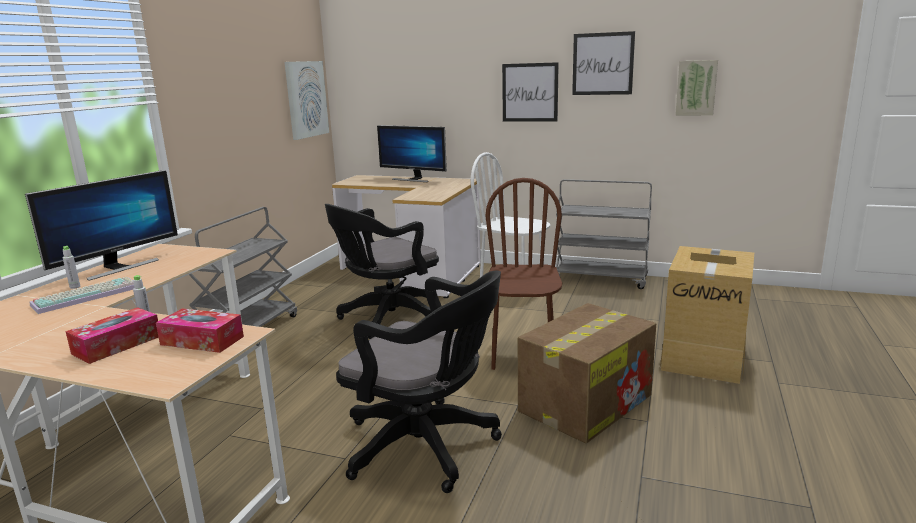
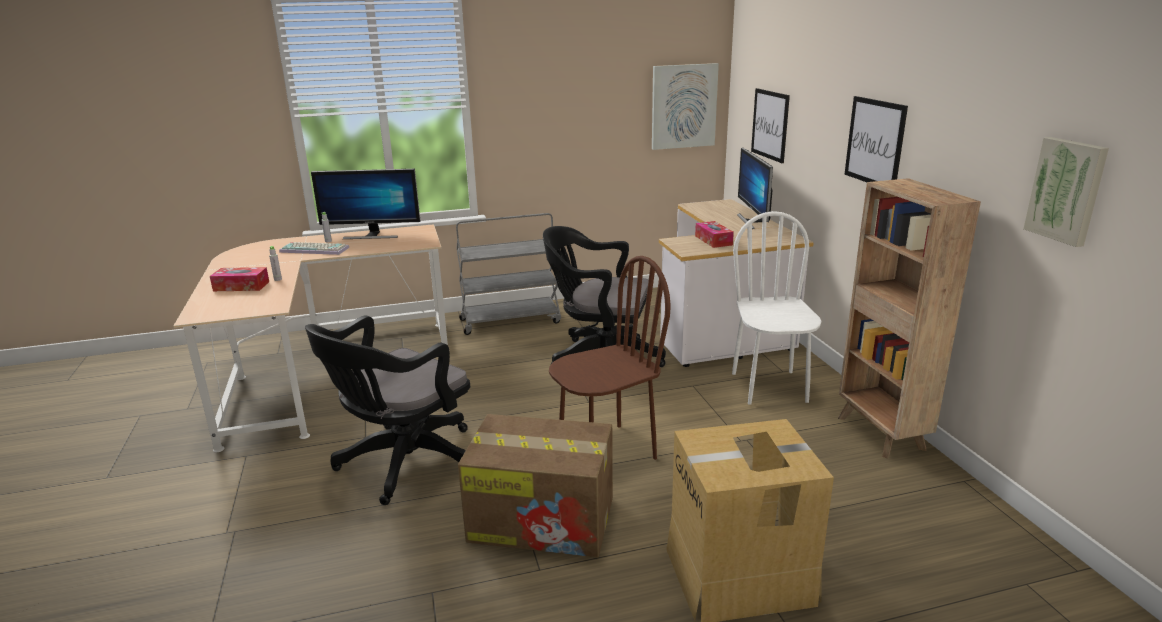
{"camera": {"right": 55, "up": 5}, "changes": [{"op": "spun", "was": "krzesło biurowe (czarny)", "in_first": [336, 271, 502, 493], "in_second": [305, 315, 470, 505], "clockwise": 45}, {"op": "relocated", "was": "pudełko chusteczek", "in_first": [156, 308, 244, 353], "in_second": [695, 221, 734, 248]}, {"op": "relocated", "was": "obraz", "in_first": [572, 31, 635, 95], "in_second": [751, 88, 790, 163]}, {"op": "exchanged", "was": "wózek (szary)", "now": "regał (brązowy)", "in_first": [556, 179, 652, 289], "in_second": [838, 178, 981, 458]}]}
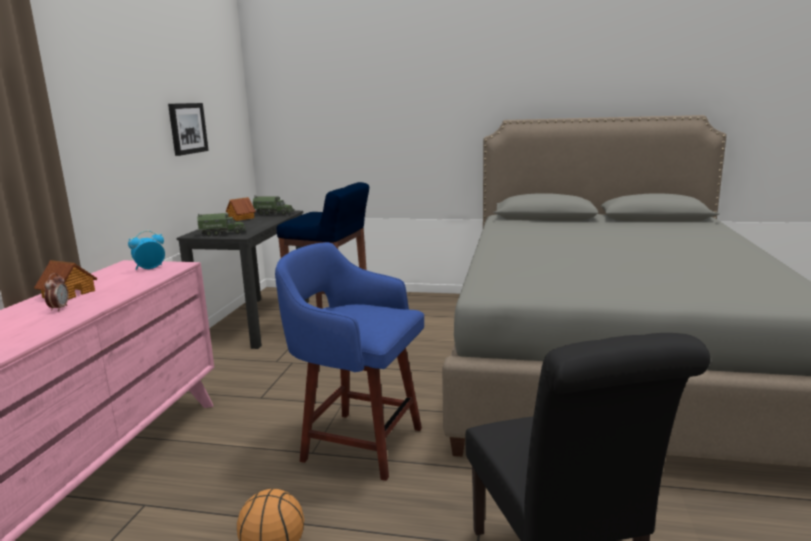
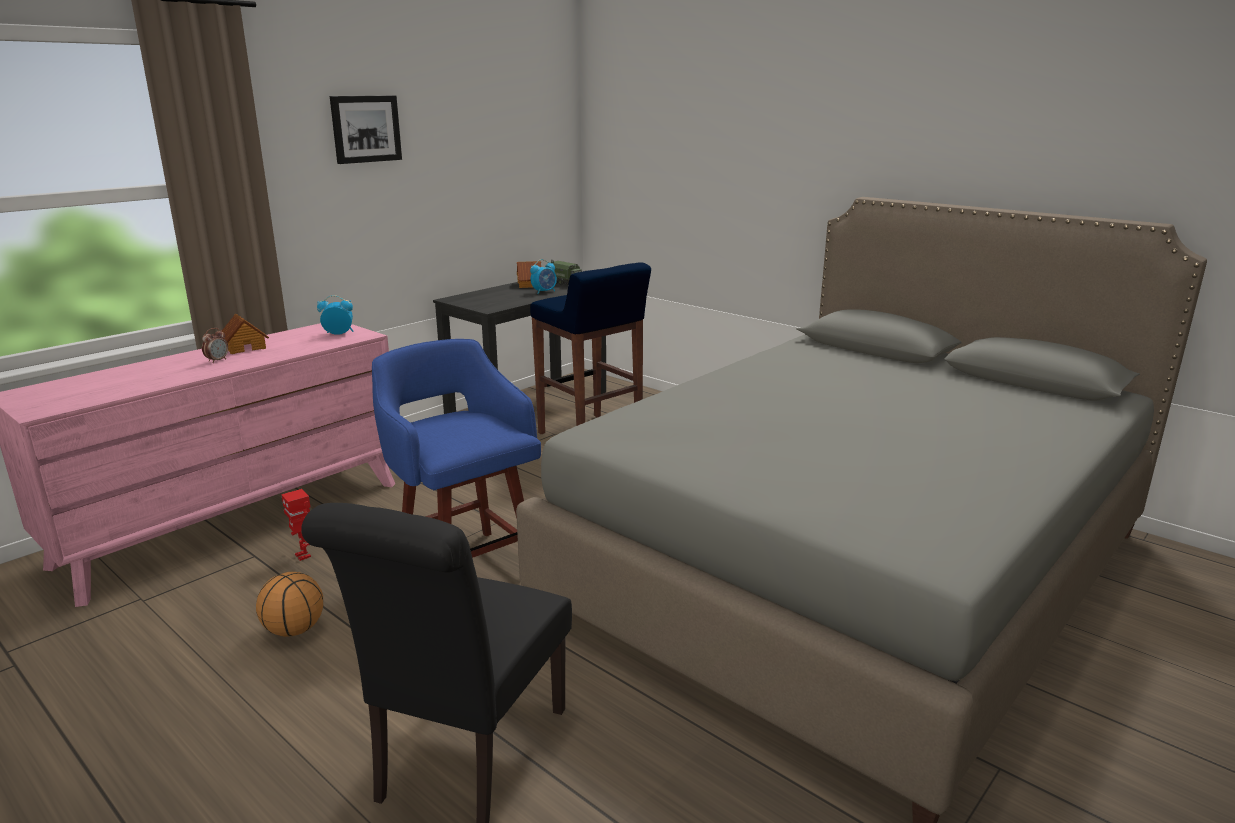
{"camera": {"right": 30, "up": 5}, "changes": [{"op": "appeared", "now": "robot zabawkowy", "in_second": [281, 489, 311, 561]}, {"op": "relocated", "was": "obraz", "in_first": [168, 103, 209, 156], "in_second": [330, 96, 402, 164]}, {"op": "appeared", "now": "budzik", "in_second": [530, 259, 557, 294]}, {"op": "missing", "was": "ciężarówka zabawkowa", "in_first": [197, 213, 246, 236]}]}
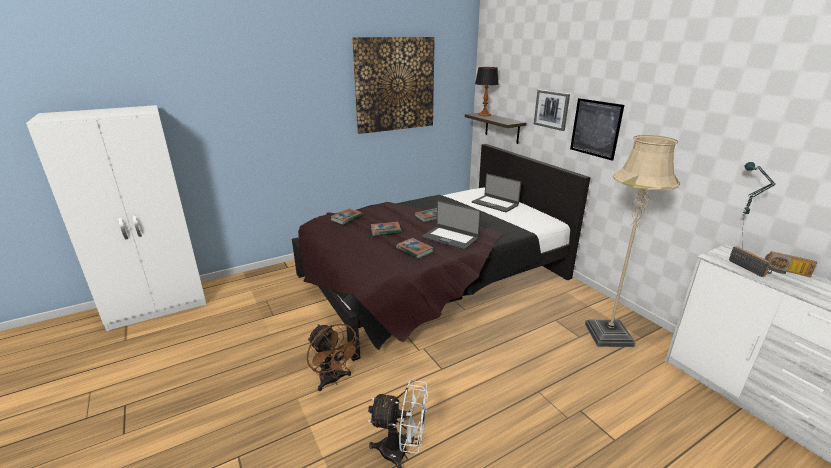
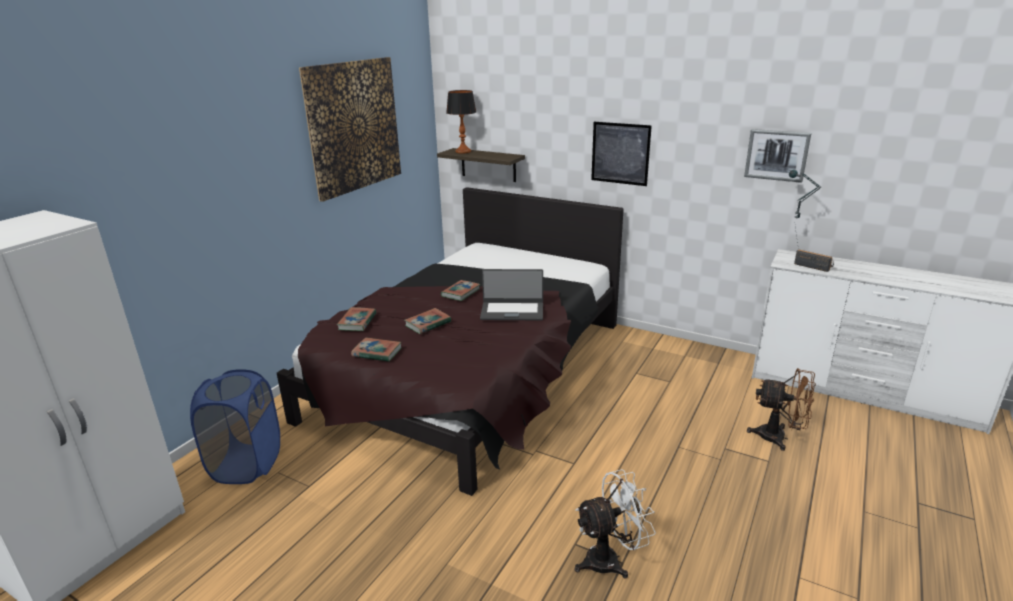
{"camera": {"right": -30, "up": 0}, "changes": [{"op": "appeared", "now": "kosz na pranie (niebieski)", "in_second": [190, 369, 280, 484]}, {"op": "relocated", "was": "książka", "in_first": [396, 238, 434, 259], "in_second": [351, 337, 402, 362]}, {"op": "relocated", "was": "obraz", "in_first": [534, 90, 570, 131], "in_second": [744, 129, 811, 183]}, {"op": "relocated", "was": "wentylator (brązowy)", "in_first": [307, 323, 362, 391], "in_second": [747, 368, 816, 451]}, {"op": "missing", "was": "laptop", "in_first": [472, 174, 521, 212]}, {"op": "missing", "was": "lampa stojąca (beżowy)", "in_first": [585, 135, 680, 347]}, {"op": "missing", "was": "radio", "in_first": [765, 251, 817, 277]}]}
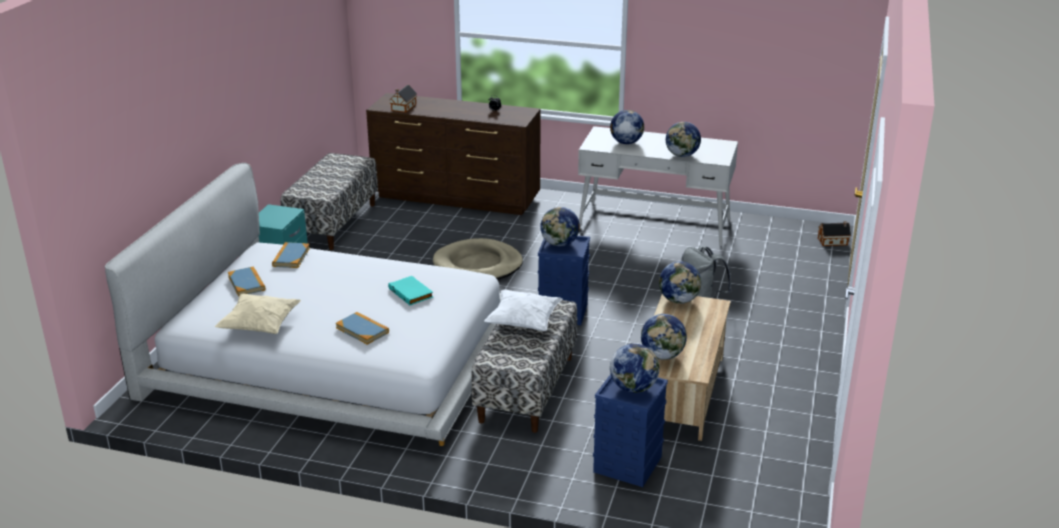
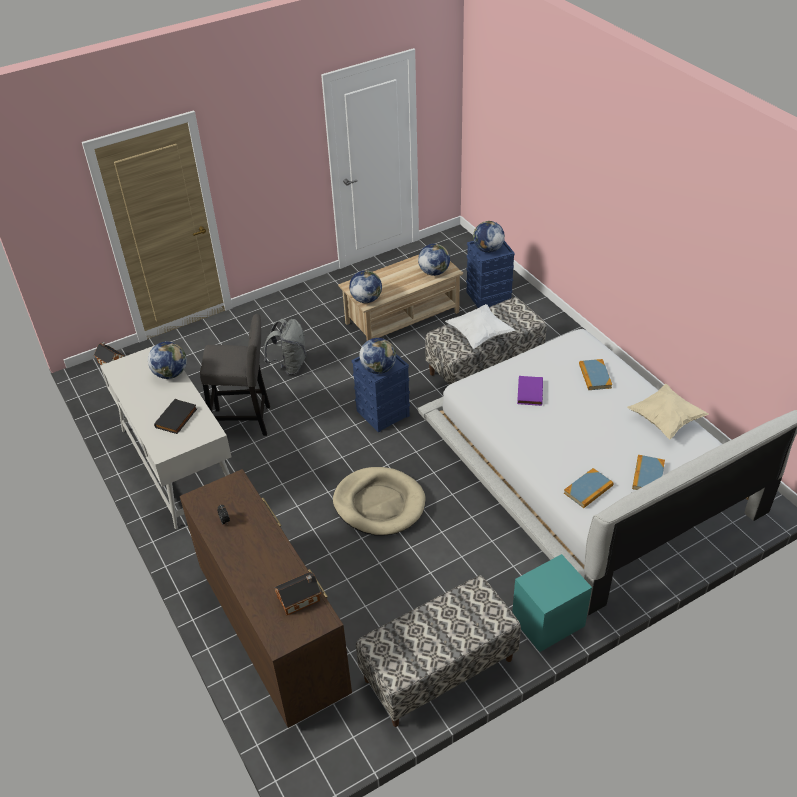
{"camera": {"right": -135, "up": 15}, "changes": [{"op": "exchanged", "was": "globus", "now": "książka (czarny)", "in_first": [610, 110, 644, 144], "in_second": [154, 399, 197, 434]}, {"op": "appeared", "now": "stołek (szary)", "in_second": [200, 314, 270, 436]}, {"op": "colour", "was": "książka (turkusowy)", "now": "książka (fioletowy)", "in_first": [388, 276, 433, 305], "in_second": [517, 376, 543, 406]}]}
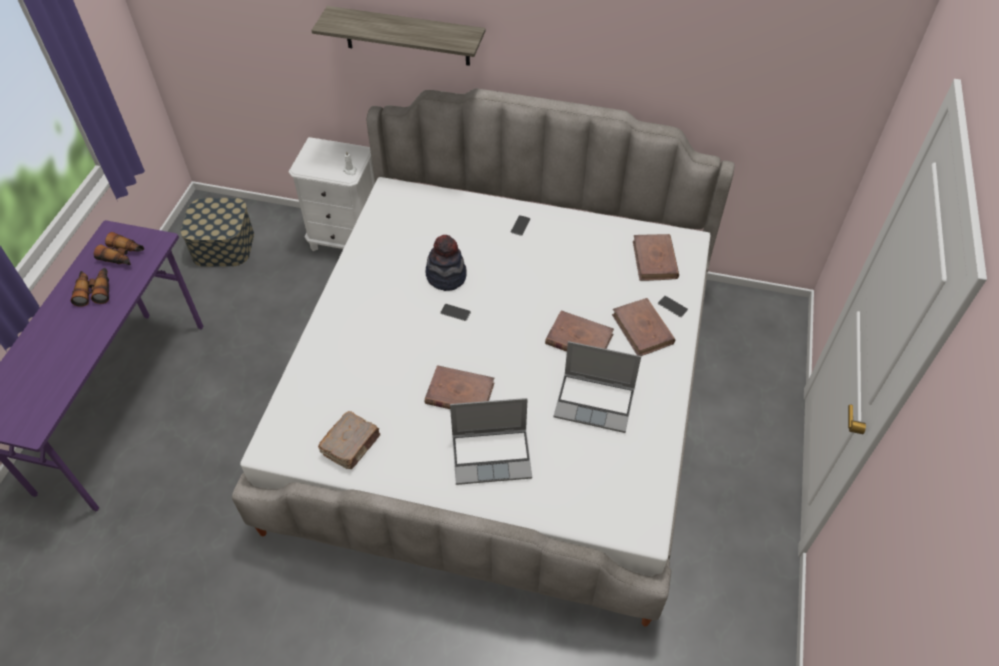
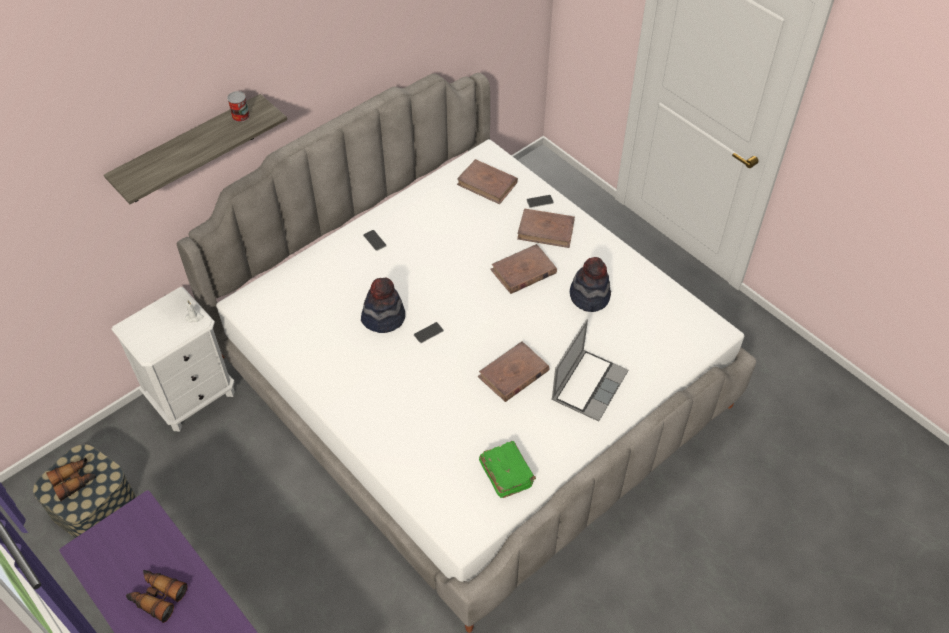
{"camera": {"right": -55, "up": 0}, "changes": [{"op": "relocated", "was": "lornetka", "in_first": [94, 232, 144, 265], "in_second": [46, 458, 96, 501]}, {"op": "appeared", "now": "puszka", "in_second": [227, 91, 250, 122]}, {"op": "colour", "was": "książka (brązowy)", "now": "książka (zielony)", "in_first": [318, 411, 380, 469], "in_second": [479, 441, 536, 498]}, {"op": "exchanged", "was": "laptop", "now": "kapelusz", "in_first": [554, 341, 641, 433], "in_second": [570, 257, 611, 312]}]}
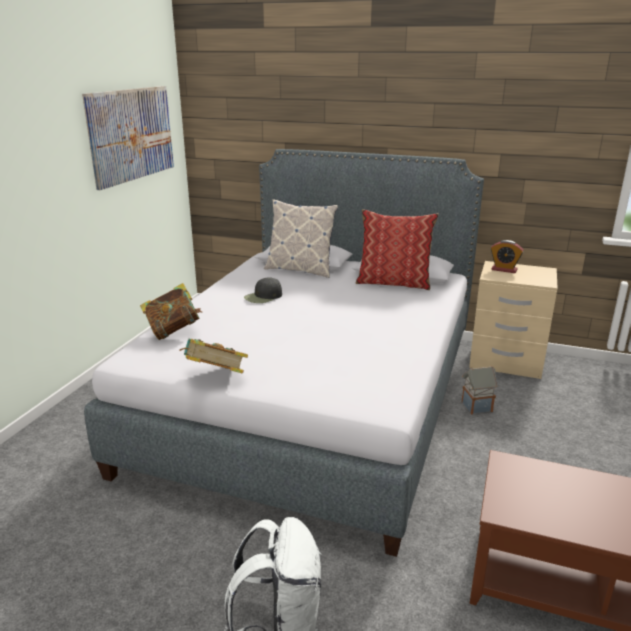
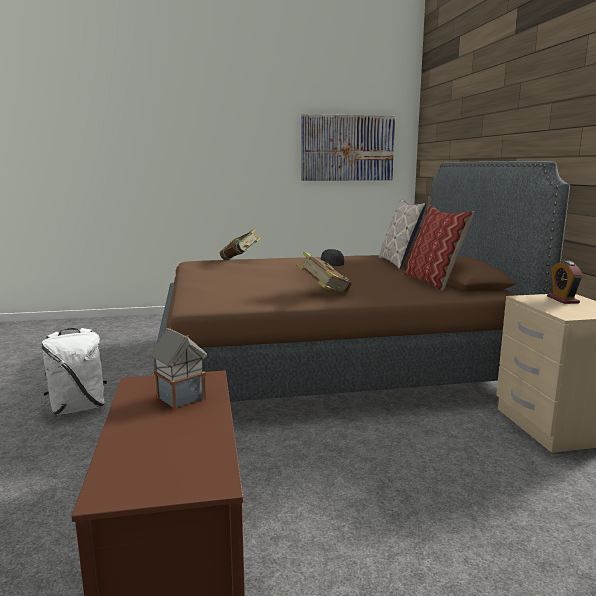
{"camera": {"right": 60, "up": -10}, "changes": [{"op": "relocated", "was": "domek", "in_first": [461, 366, 498, 414], "in_second": [150, 327, 207, 410]}, {"op": "colour", "was": "łóżko (szary)", "now": "łóżko (brązowy)", "in_first": [84, 149, 484, 557], "in_second": [154, 161, 570, 402]}, {"op": "relocated", "was": "książka", "in_first": [180, 339, 248, 374], "in_second": [296, 252, 352, 294]}]}
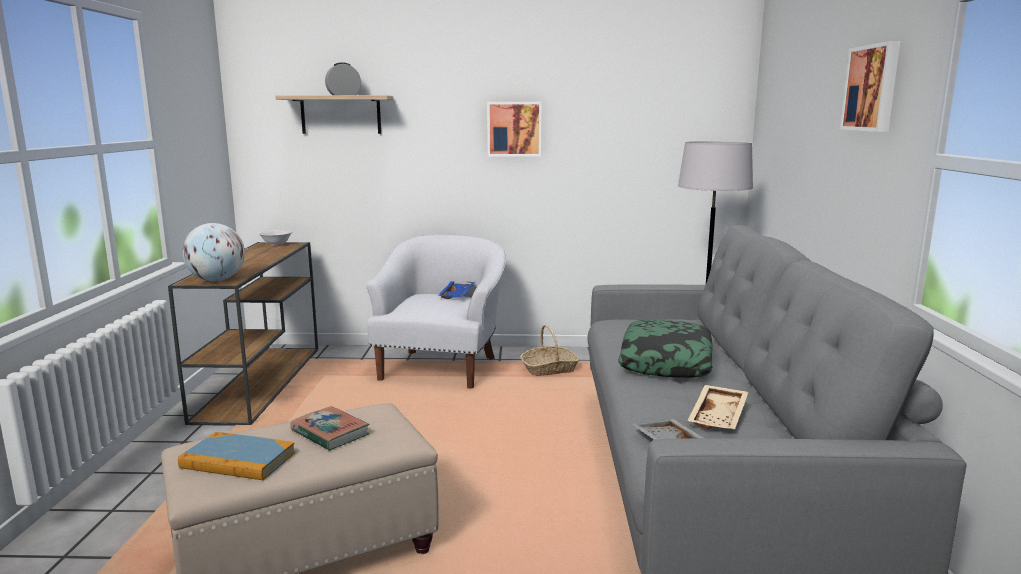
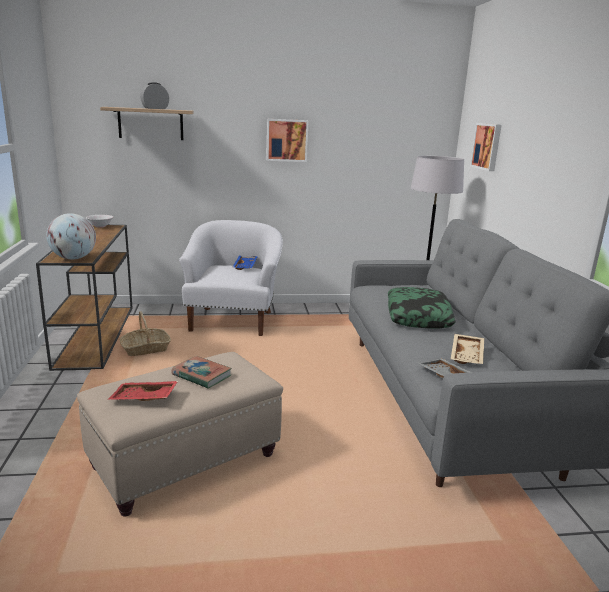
{"camera": {"right": -10, "up": 5}, "changes": [{"op": "exchanged", "was": "książka", "now": "taca (czerwony)", "in_first": [178, 432, 295, 480], "in_second": [108, 381, 178, 401]}, {"op": "relocated", "was": "koszyk", "in_first": [520, 324, 579, 376], "in_second": [119, 311, 171, 356]}, {"op": "relocated", "was": "obraz", "in_first": [840, 41, 900, 132], "in_second": [470, 123, 502, 171]}]}
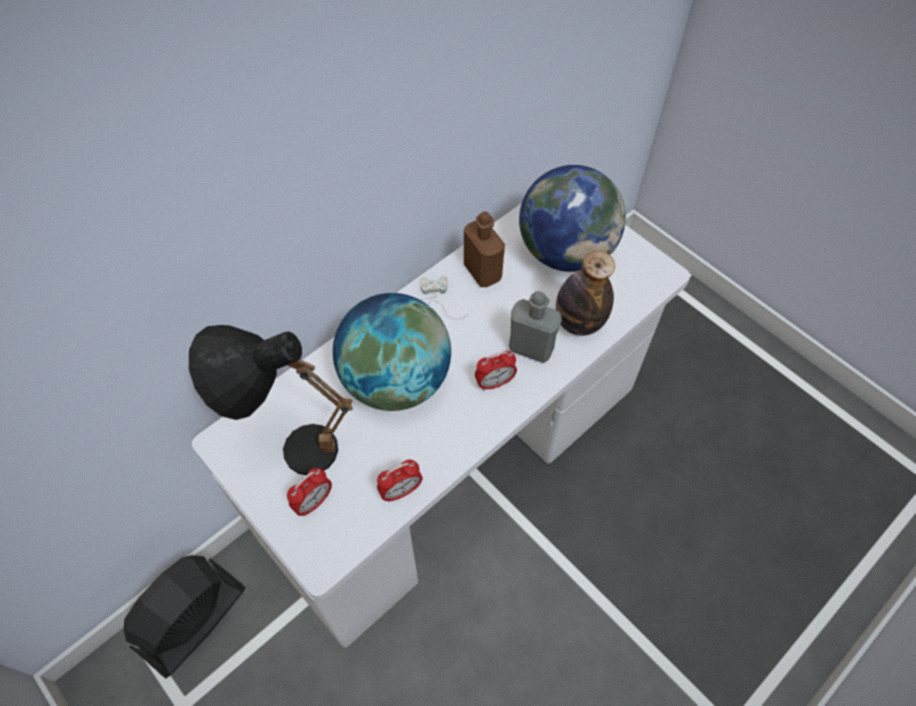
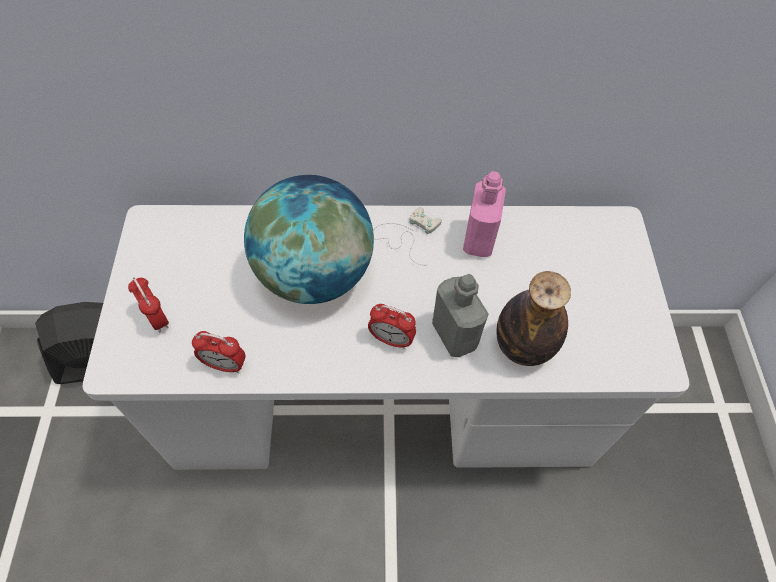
{"camera": {"right": 40, "up": 0}, "changes": [{"op": "spun", "was": "budzik", "in_first": [287, 468, 332, 516], "in_second": [128, 277, 169, 332], "clockwise": -120}, {"op": "colour", "was": "butelka (brązowy)", "now": "butelka (różowy)", "in_first": [464, 211, 505, 287], "in_second": [463, 171, 506, 257]}, {"op": "missing", "was": "lampa stołowa (czarny)", "in_first": [189, 325, 353, 475]}, {"op": "missing", "was": "globus", "in_first": [519, 165, 626, 272]}]}
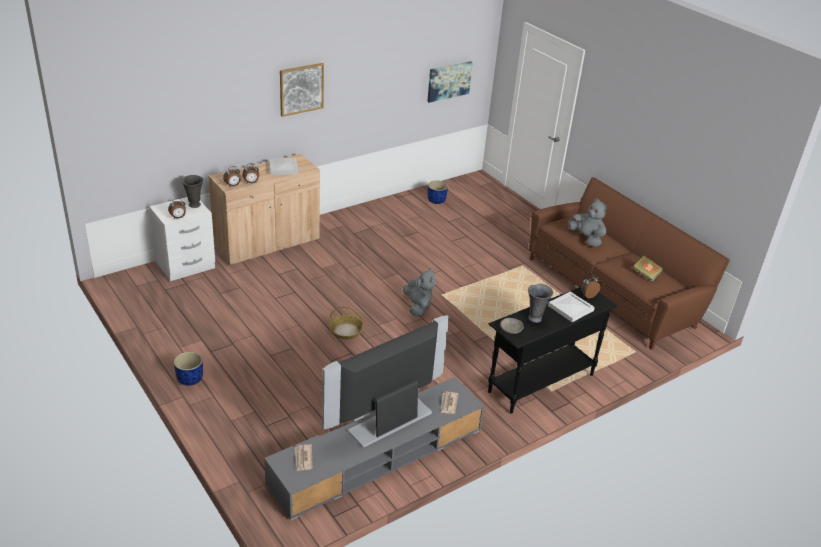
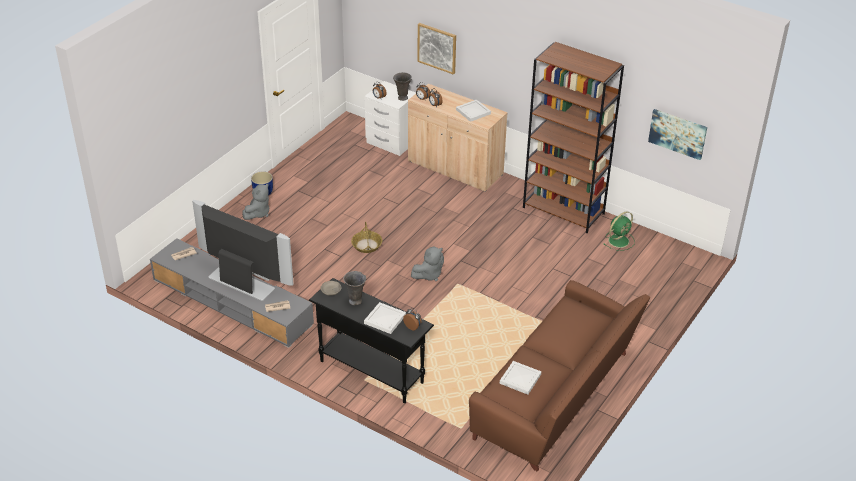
{"camera": {"right": 70, "up": 5}, "changes": [{"op": "relocated", "was": "pluszak (szary)", "in_first": [568, 198, 606, 247], "in_second": [242, 183, 269, 220]}, {"op": "relocated", "was": "obraz", "in_first": [280, 63, 324, 117], "in_second": [417, 23, 456, 75]}, {"op": "exchanged", "was": "książka", "now": "taca (biały)", "in_first": [633, 255, 663, 282], "in_second": [500, 361, 541, 395]}, {"op": "appeared", "now": "regał (brązowy)", "in_second": [523, 42, 624, 234]}, {"op": "exchanged", "was": "donica (niebieski)", "now": "wentylator (zielony)", "in_first": [428, 181, 448, 204], "in_second": [603, 212, 635, 251]}]}
